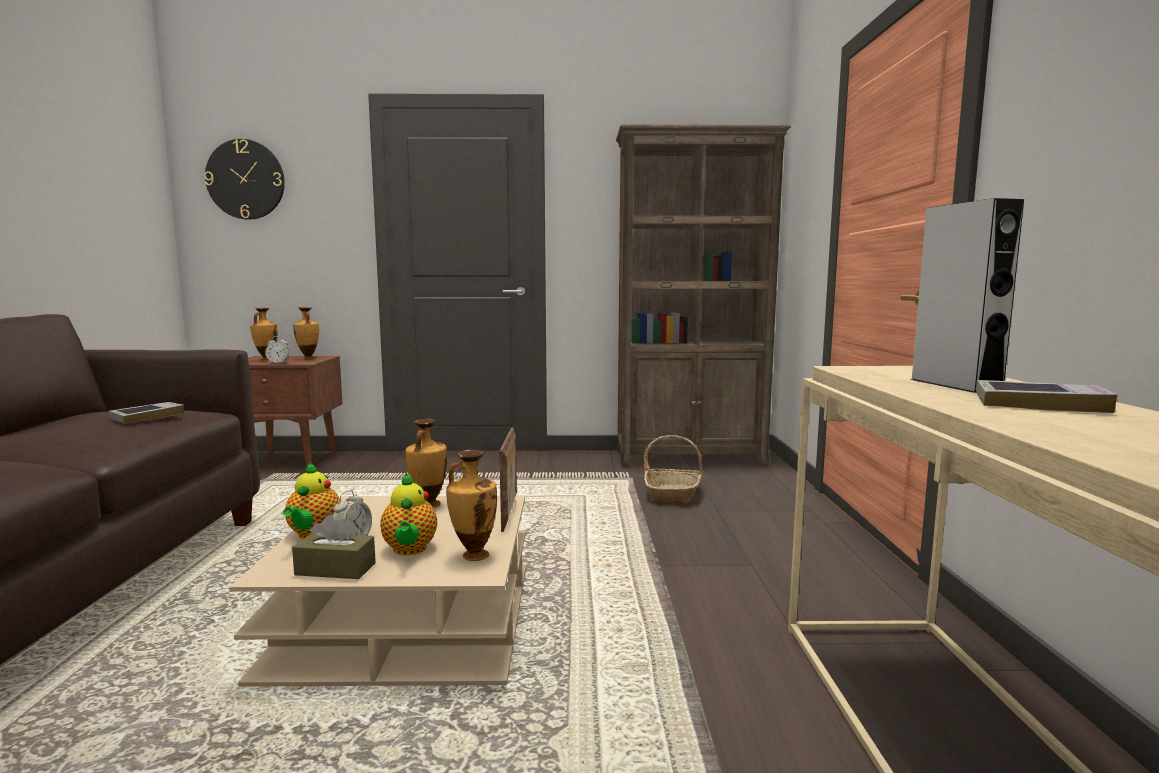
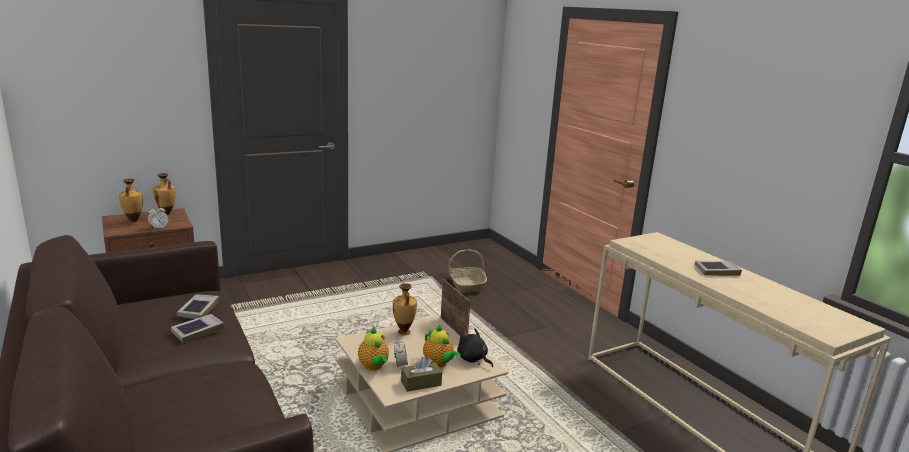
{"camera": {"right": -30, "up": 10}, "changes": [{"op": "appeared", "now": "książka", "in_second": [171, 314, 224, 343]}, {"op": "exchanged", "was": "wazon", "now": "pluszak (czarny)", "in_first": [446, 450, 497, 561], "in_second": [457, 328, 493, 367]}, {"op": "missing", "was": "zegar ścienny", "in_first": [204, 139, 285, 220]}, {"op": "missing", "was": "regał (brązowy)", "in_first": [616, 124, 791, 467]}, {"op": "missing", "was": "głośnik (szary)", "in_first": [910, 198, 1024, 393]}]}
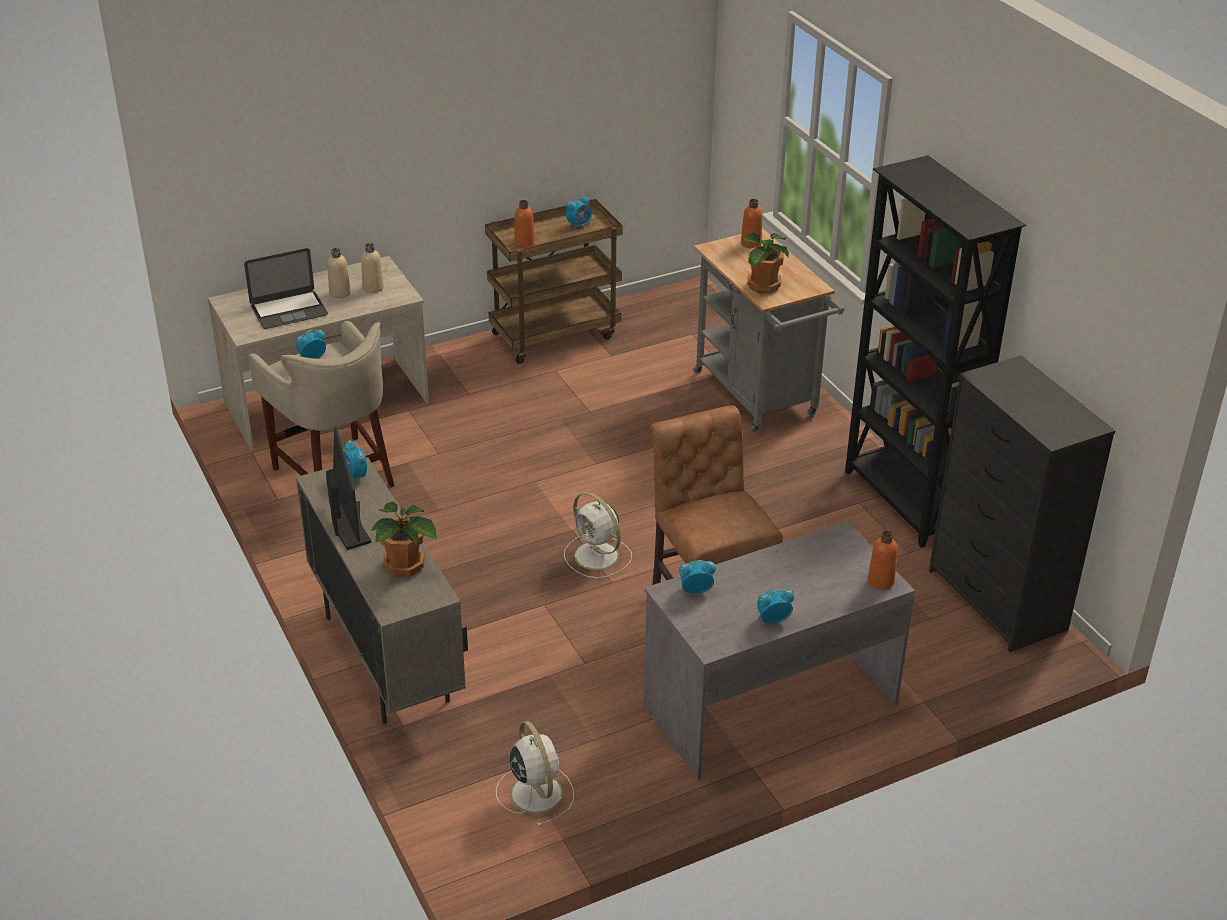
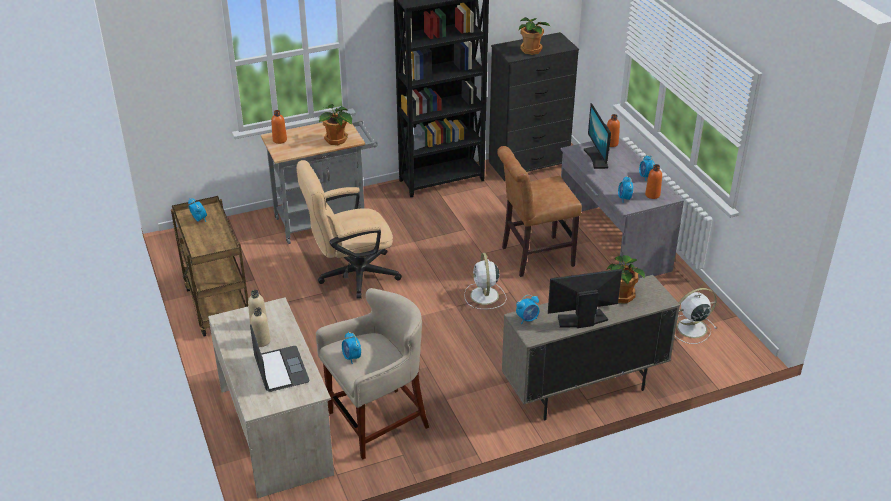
{"camera": {"right": -85, "up": 0}, "changes": [{"op": "appeared", "now": "krzesło biurowe (beżowy)", "in_second": [296, 160, 402, 299]}, {"op": "spun", "was": "wentylator (biały)", "in_first": [564, 492, 632, 578], "in_second": [464, 253, 507, 309], "clockwise": 120}, {"op": "appeared", "now": "roślina doniczkowa", "in_second": [519, 17, 551, 55]}, {"op": "appeared", "now": "monitor", "in_second": [584, 103, 611, 169]}, {"op": "relocated", "was": "butelka (pomarańczowy)", "in_first": [514, 200, 535, 248], "in_second": [645, 164, 662, 199]}]}
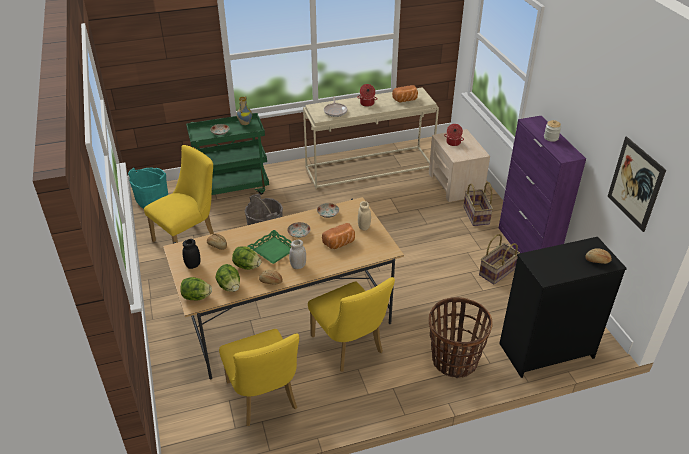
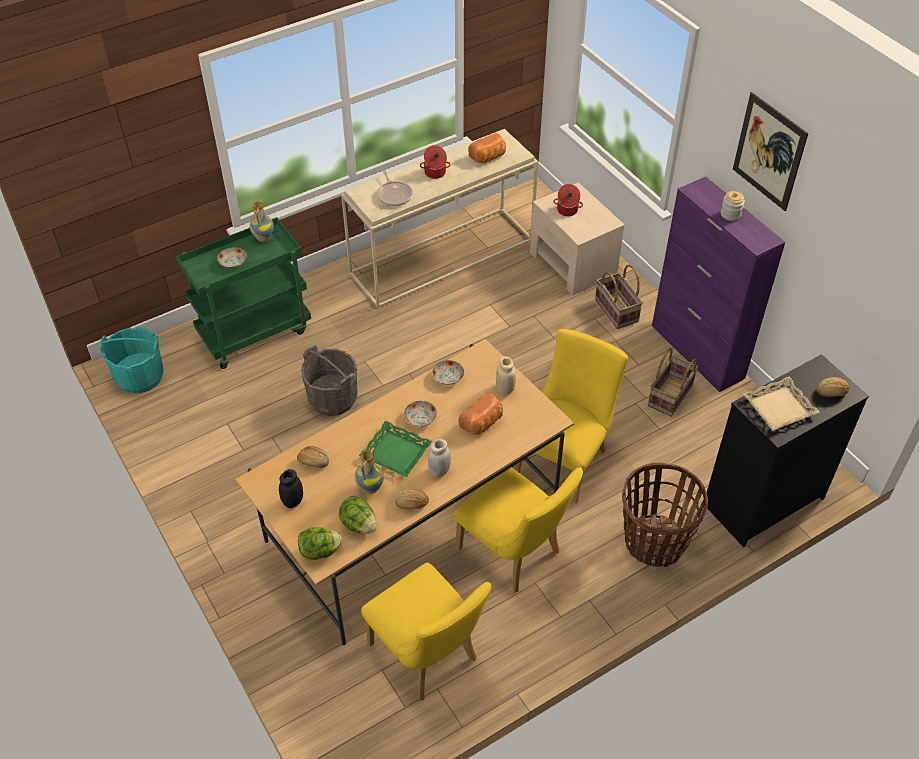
{"camera": {"right": -15, "up": 10}, "changes": [{"op": "exchanged", "was": "sałata", "now": "wazon", "in_first": [232, 246, 261, 270], "in_second": [355, 447, 384, 494]}, {"op": "relocated", "was": "krzesło (żółty)", "in_first": [144, 145, 214, 243], "in_second": [515, 329, 628, 504]}, {"op": "relocated", "was": "obraz", "in_first": [607, 136, 666, 232], "in_second": [733, 92, 808, 211]}, {"op": "appeared", "now": "taca (beżowy)", "in_second": [743, 377, 820, 431]}]}
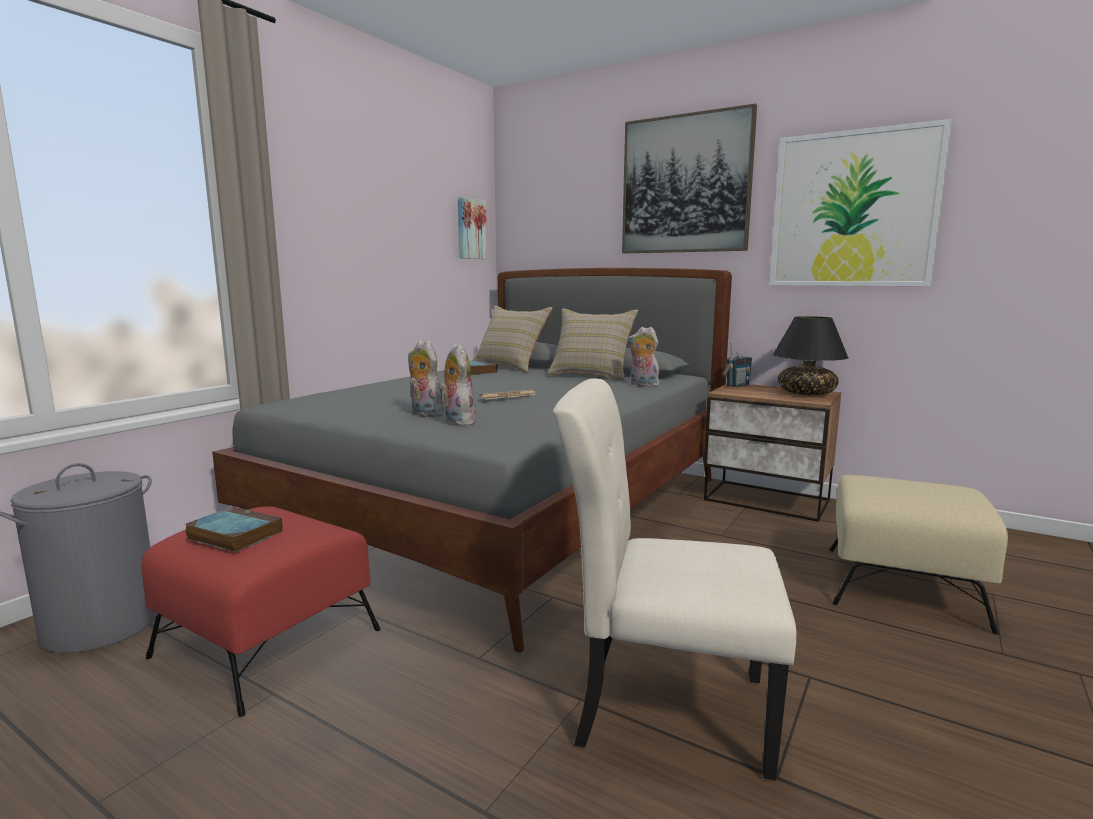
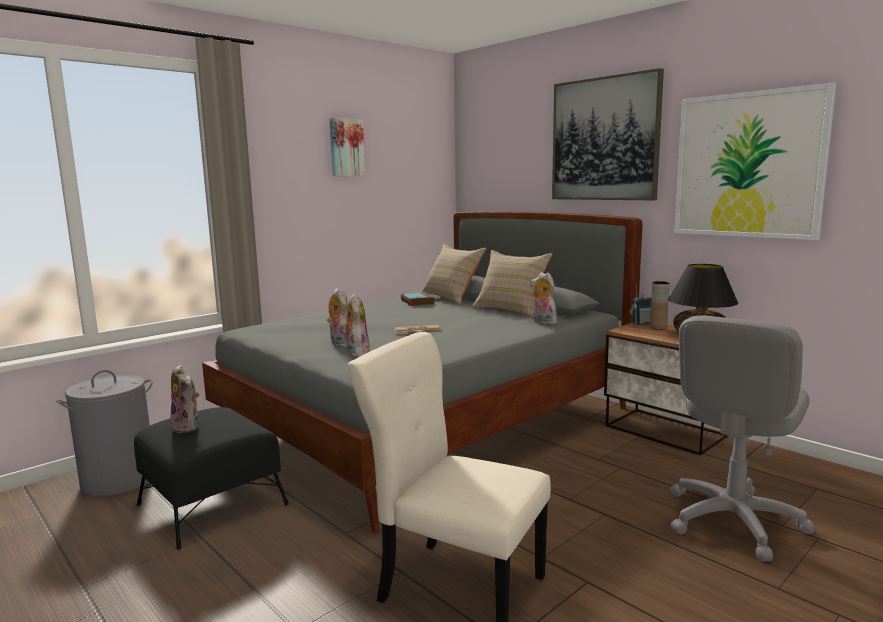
{"camera": {"right": 15, "up": 0}, "changes": [{"op": "colour", "was": "pufa (czerwony)", "now": "pufa (czarny)", "in_first": [141, 506, 381, 717], "in_second": [134, 407, 289, 550]}, {"op": "exchanged", "was": "książka", "now": "pluszak", "in_first": [185, 507, 283, 552], "in_second": [170, 364, 199, 433]}, {"op": "relocated", "was": "obraz", "in_first": [458, 197, 487, 259], "in_second": [330, 118, 366, 176]}, {"op": "appeared", "now": "wazon (brązowy)", "in_second": [650, 281, 670, 330]}, {"op": "exchanged", "was": "pufa (beżowy)", "now": "krzesło biurowe (szary)", "in_first": [829, 475, 1008, 635], "in_second": [670, 315, 816, 561]}]}
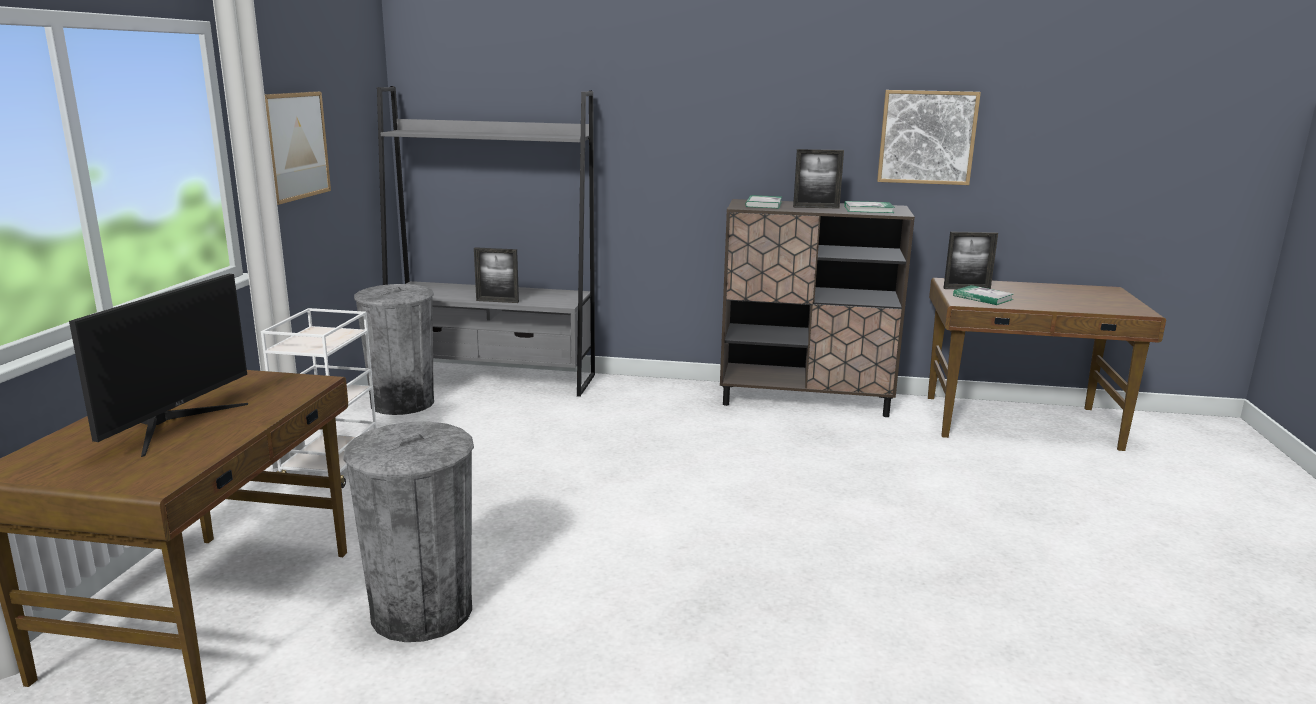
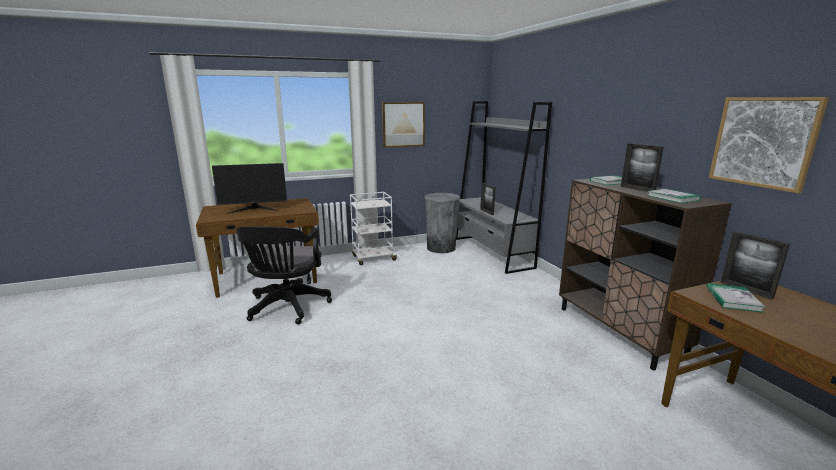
{"camera": {"right": 60, "up": 0}, "changes": [{"op": "exchanged", "was": "kosz na śmieci (szary)", "now": "krzesło biurowe (czarny)", "in_first": [343, 421, 474, 642], "in_second": [236, 226, 332, 324]}]}
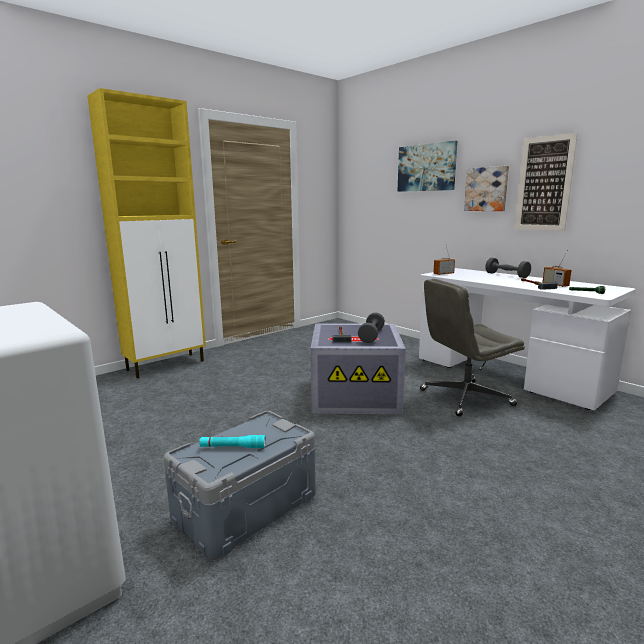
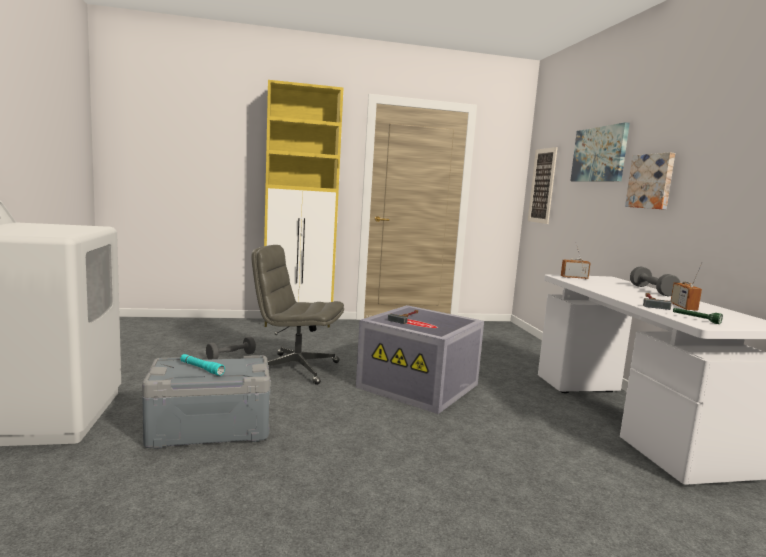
{"camera": {"right": 30, "up": -5}, "changes": [{"op": "relocated", "was": "hantel (szary)", "in_first": [358, 312, 385, 343], "in_second": [206, 337, 256, 359]}, {"op": "relocated", "was": "krzesło biurowe (szary)", "in_first": [420, 279, 525, 416], "in_second": [252, 245, 344, 385]}, {"op": "relocated", "was": "obraz", "in_first": [515, 133, 578, 231], "in_second": [528, 147, 558, 224]}]}
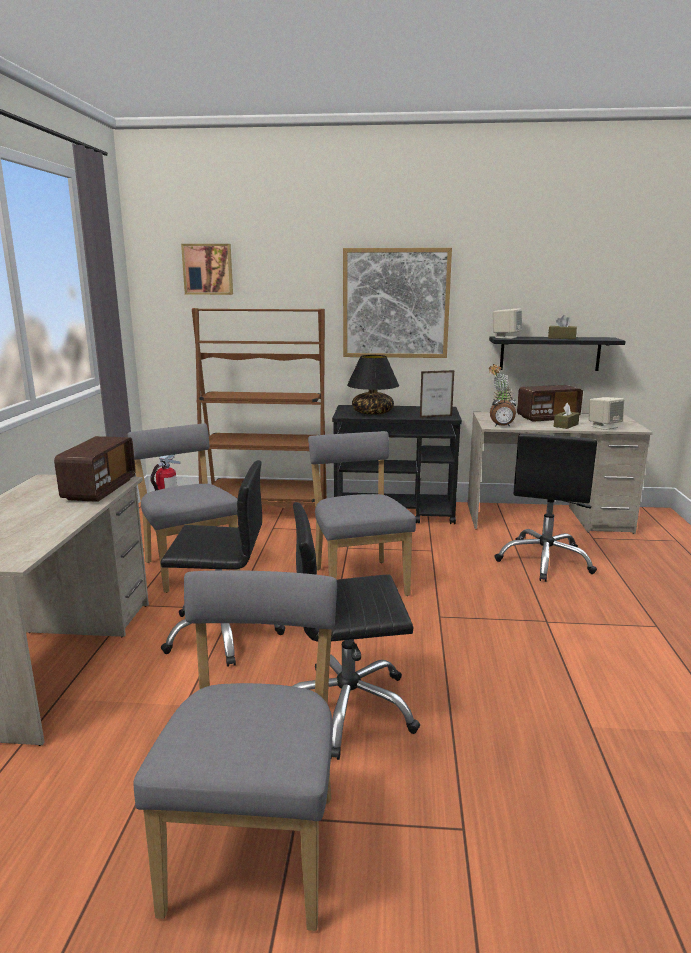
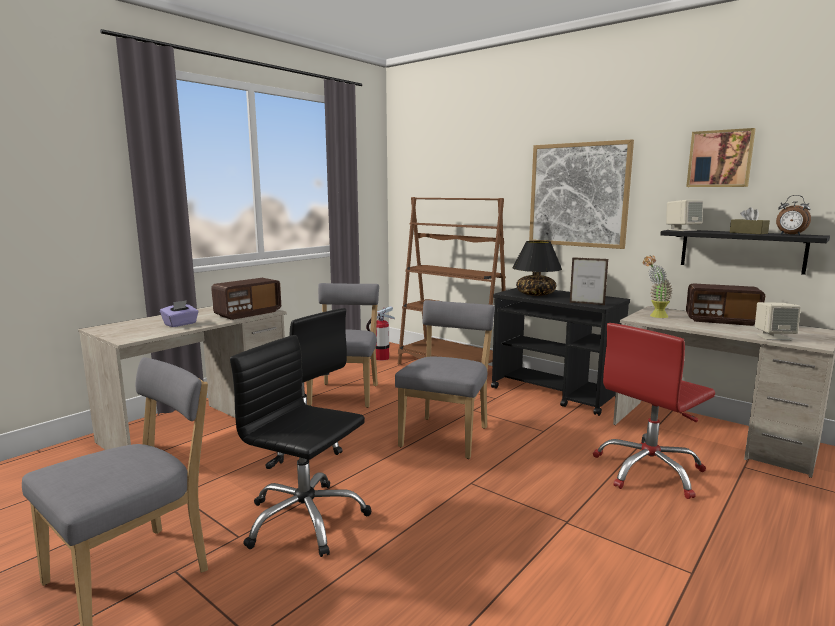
{"camera": {"right": 35, "up": -5}, "changes": [{"op": "appeared", "now": "pudełko chusteczek (fioletowy)", "in_second": [160, 300, 199, 327]}, {"op": "colour", "was": "krzesło biurowe (czarny)", "now": "krzesło biurowe (czerwony)", "in_first": [494, 434, 597, 582], "in_second": [593, 323, 715, 499]}, {"op": "relocated", "was": "obraz", "in_first": [181, 244, 233, 295], "in_second": [686, 128, 755, 187]}, {"op": "relocated", "was": "budzik", "in_first": [490, 393, 516, 427], "in_second": [776, 195, 811, 235]}, {"op": "missing", "was": "pudełko chusteczek (brązowy)", "in_first": [553, 402, 580, 429]}]}
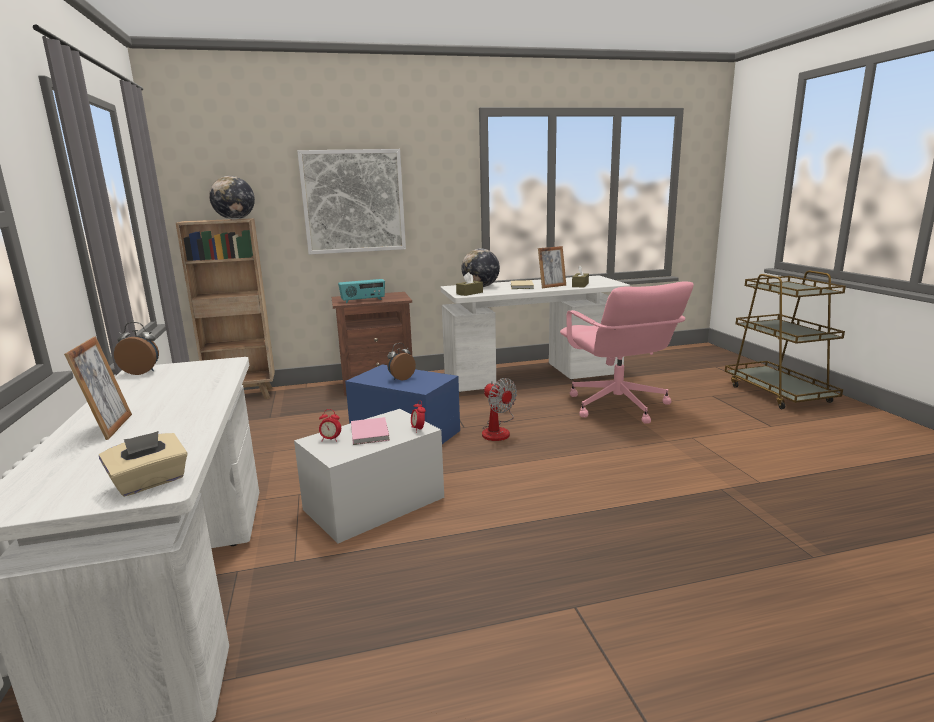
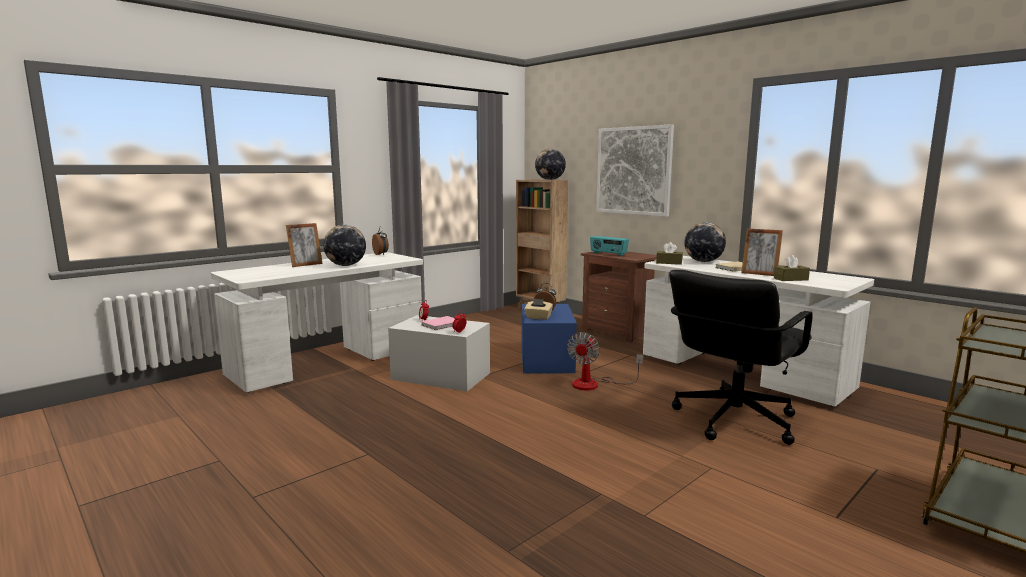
{"camera": {"right": 60, "up": -5}, "changes": [{"op": "appeared", "now": "globus", "in_second": [323, 225, 366, 266]}, {"op": "relocated", "was": "pudełko chusteczek (beżowy)", "in_first": [99, 431, 188, 497], "in_second": [524, 299, 553, 320]}, {"op": "colour", "was": "krzesło biurowe (różowy)", "now": "krzesło biurowe (czarny)", "in_first": [560, 281, 694, 424], "in_second": [669, 270, 813, 445]}]}
